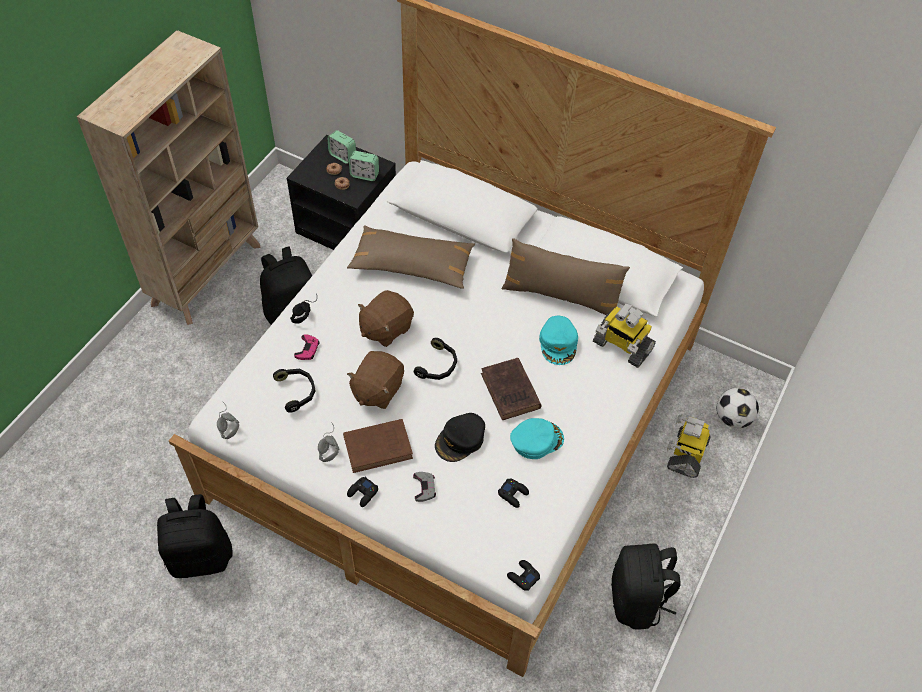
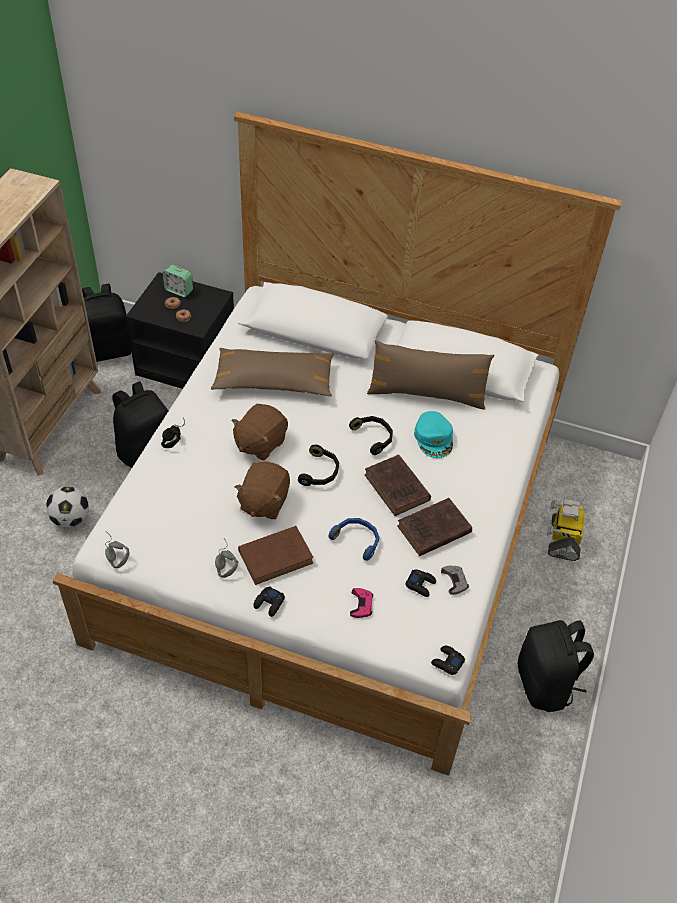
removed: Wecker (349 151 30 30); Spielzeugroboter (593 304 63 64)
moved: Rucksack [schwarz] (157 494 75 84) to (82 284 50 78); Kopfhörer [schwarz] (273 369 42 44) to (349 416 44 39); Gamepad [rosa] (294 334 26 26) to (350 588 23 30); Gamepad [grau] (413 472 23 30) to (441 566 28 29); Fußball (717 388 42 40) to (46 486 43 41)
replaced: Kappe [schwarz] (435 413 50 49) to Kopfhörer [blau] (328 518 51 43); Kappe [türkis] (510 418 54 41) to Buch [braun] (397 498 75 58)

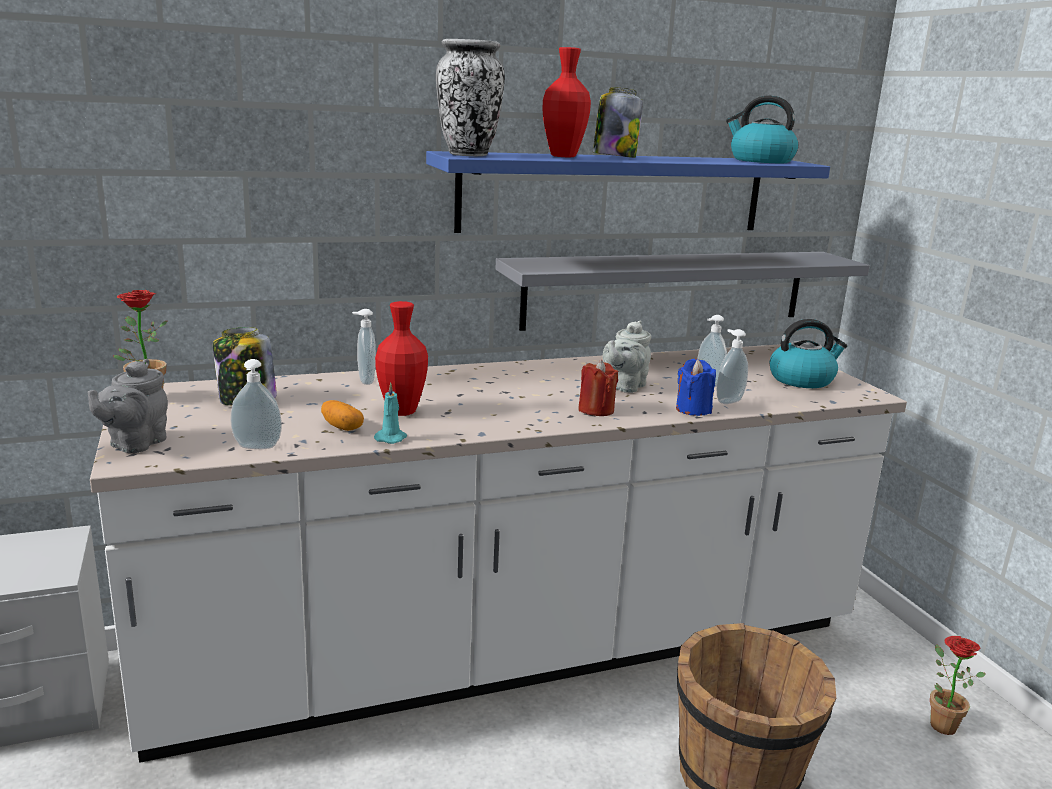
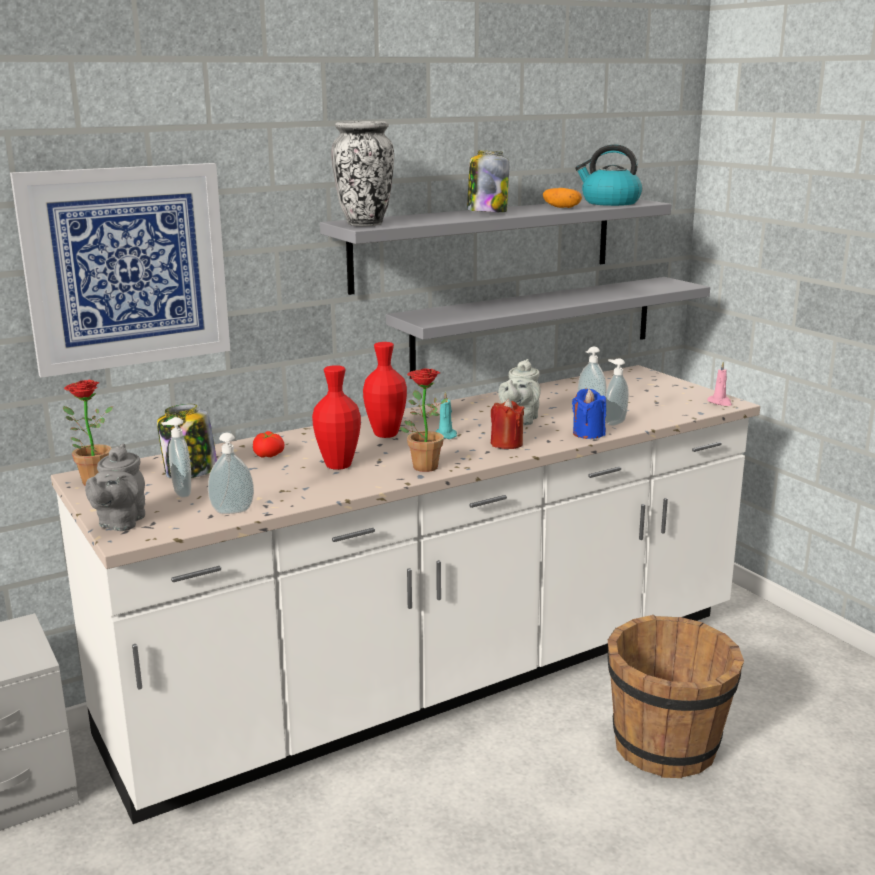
removed: Wasserkessel (770 319 77 69)
added: Bild (10 163 220 215); Tomate (253 431 32 27); Kerze [rosa] (707 362 25 44)
moved: Kartoffel (321 400 43 31) to (543 188 39 20); Seifenspender (352 309 24 76) to (161 417 30 81); Kerze [türkis] (374 383 33 61) to (436 391 21 48); Vase [rot] (542 47 49 110) to (363 342 44 96); Topfpflanze (930 636 56 99) to (400 369 48 103)
recoloured: Wandregal [blau] (426 151 404 82) to Wandregal [grau] (320 199 351 96)

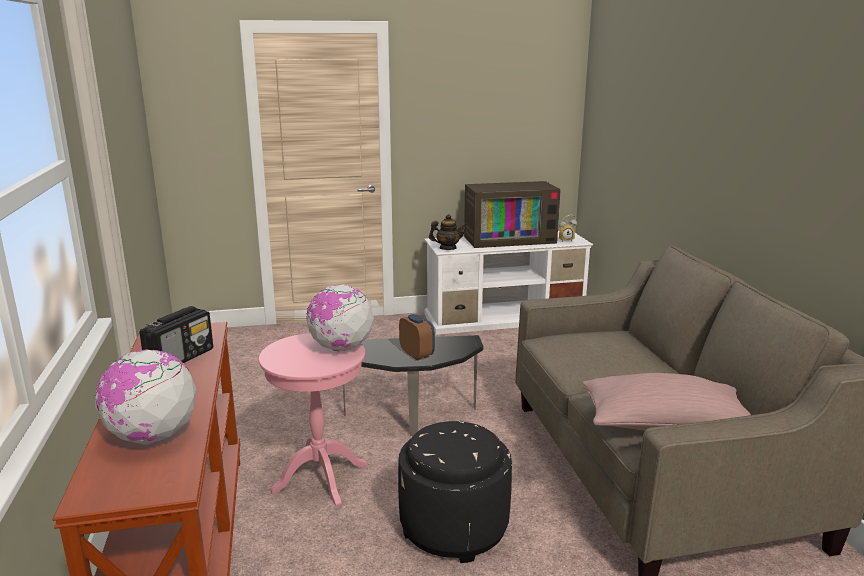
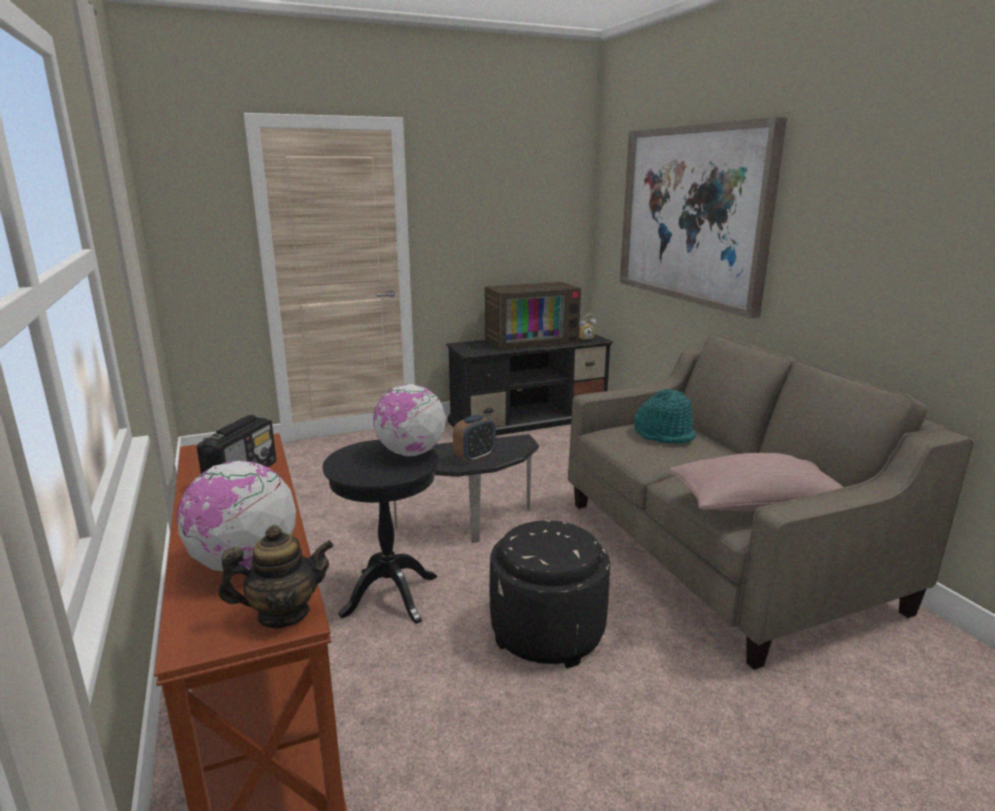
added: Bild (620 117 167 201); Hut [türkis] (634 389 62 55)
moved: Teekanne (429 214 38 36) to (218 525 116 104)
recoloured: Beistelltisch [rosa] (259 333 109 173) to Beistelltisch [schwarz] (322 439 117 185); Fernsehschrank [weiß] (424 231 169 104) to Fernsehschrank [schwarz] (446 331 167 105)
turned: Wecker (399 314 36 46) = (453 414 43 49) 90 degrees clockwise

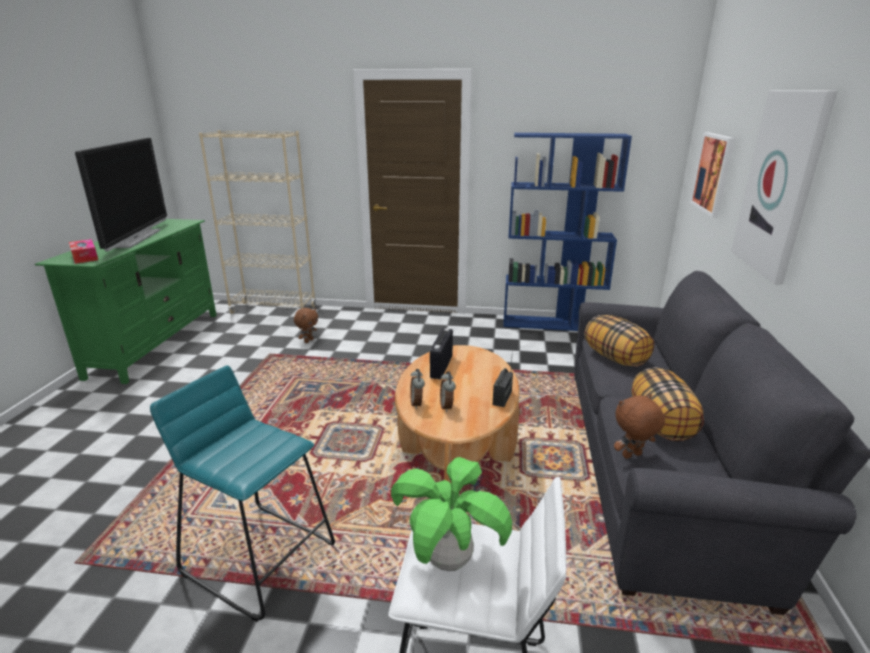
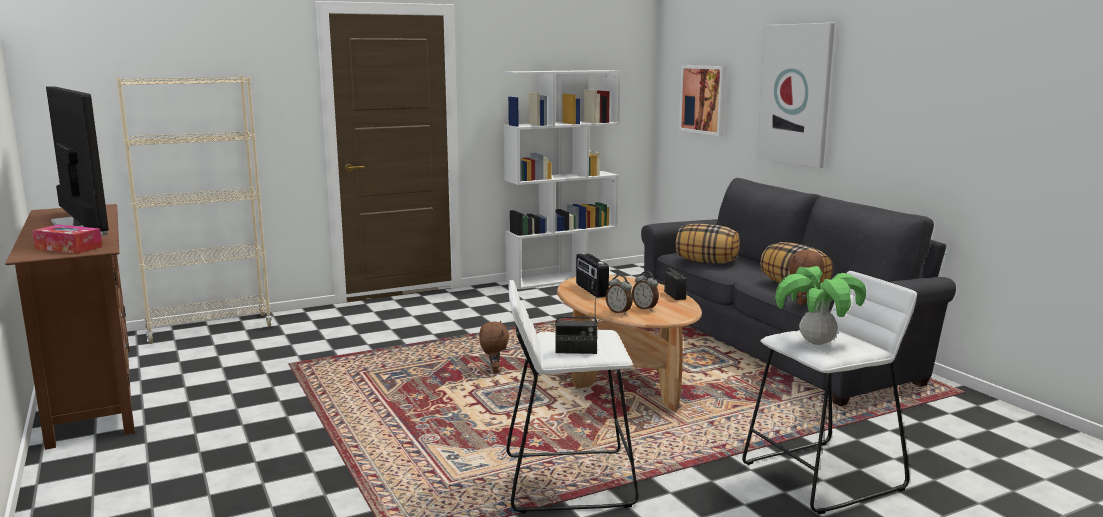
added: Radio (555 293 43 61)
moved: Plüschtier [braun] (294 308 24 35) to (479 321 30 53)
recoloured: Fernsehschrank [grün] (35 219 182 165) to Fernsehschrank [braun] (5 204 130 246); Hocker [türkis] (150 366 185 256) to Hocker [weiß] (506 280 133 233); Bücherregal [blau] (503 133 129 198) to Bücherregal [weiß] (503 70 118 220)

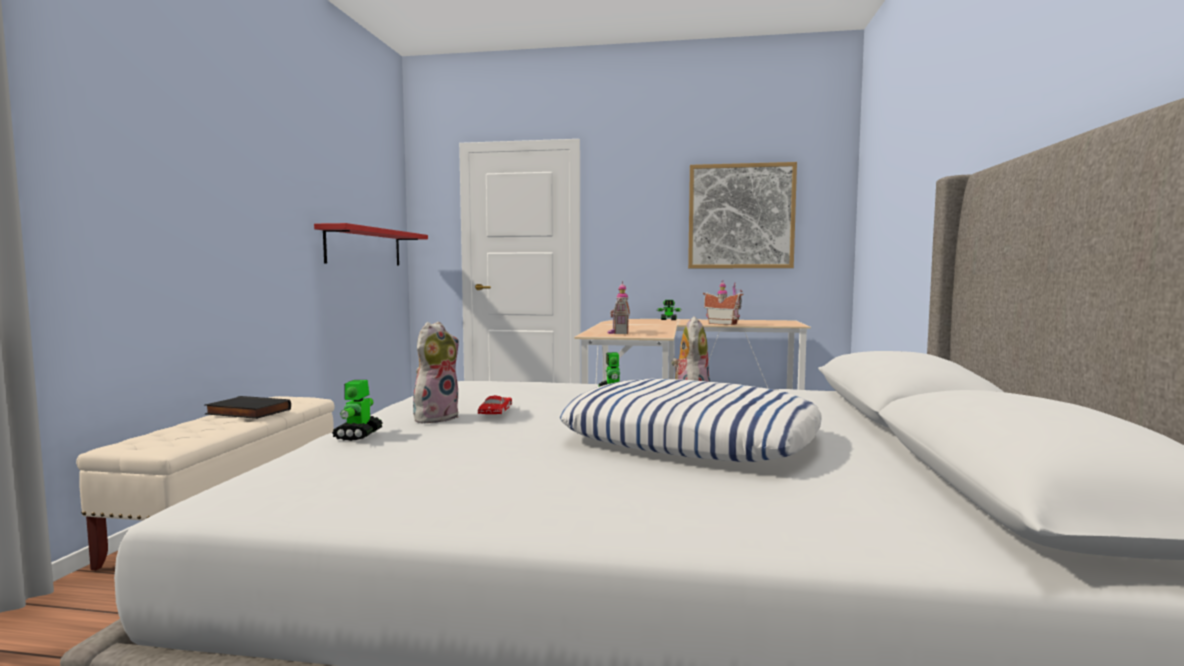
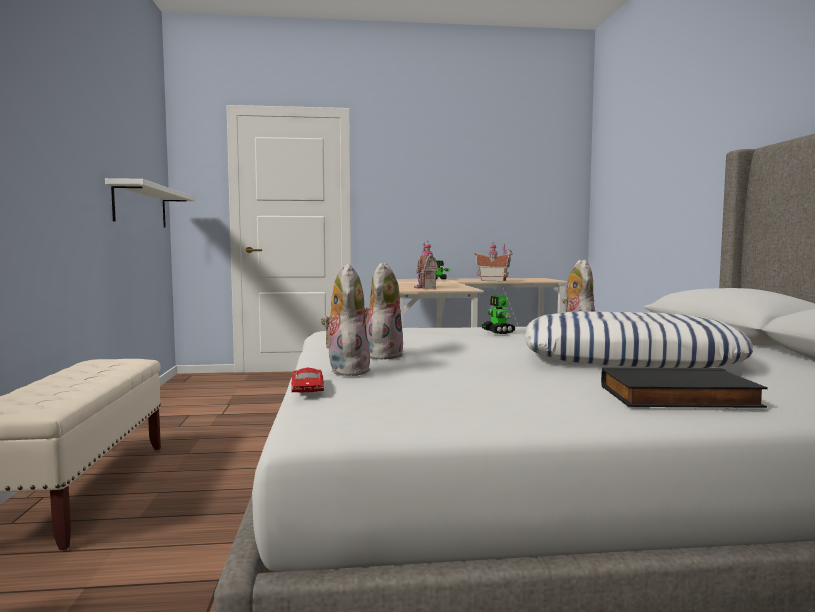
removed: Bild (688 162 109 106)
moved: Buch [schwarz] (205 396 86 23) to (601 368 167 40); Spielzeugauto [rot] (478 395 34 19) to (291 367 33 26)
replaced: Spielzeugroboter (332 380 51 61) to Plüschtier (321 263 50 113)
recoloured: Wandregal [rot] (314 223 114 42) to Wandregal [weiß] (105 178 90 50)

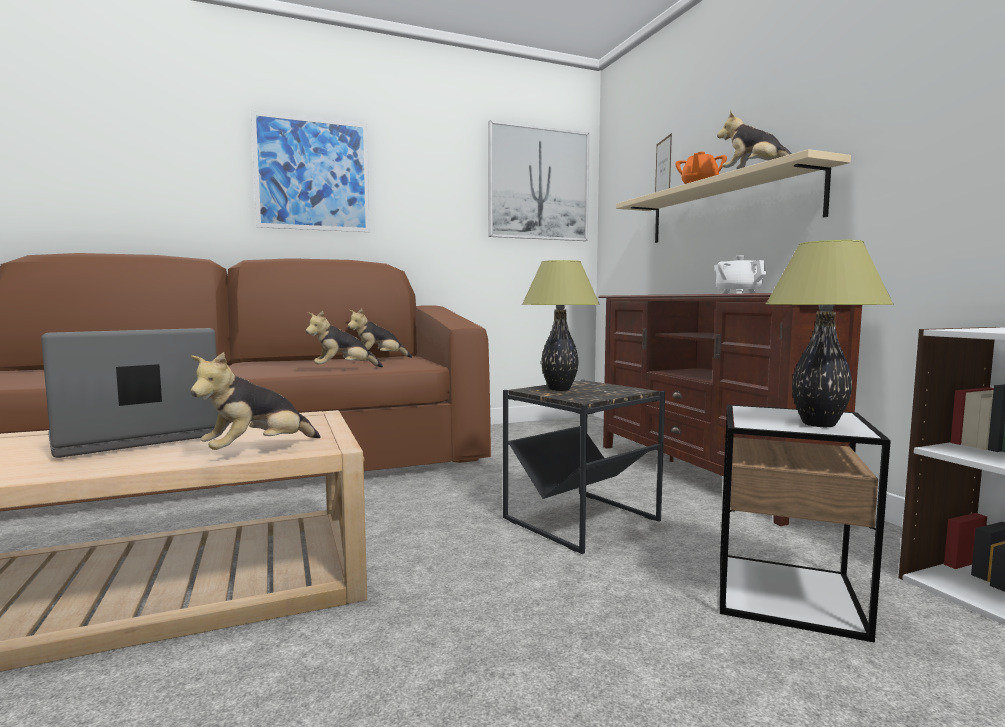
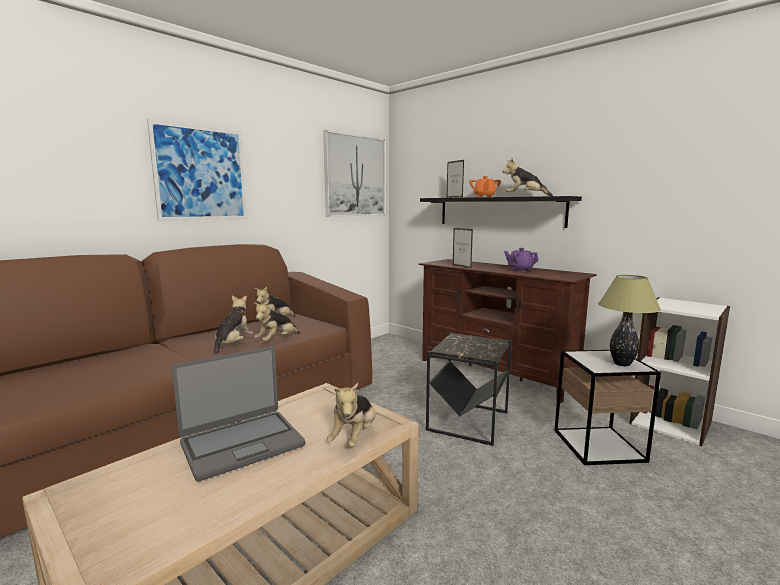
removed: Tischlampe (522 260 78 131)
added: Plüschtier (214 296 40 59); Bilderrahmen (453 228 20 40)
recoloured: Wandregal [beige] (616 149 235 94) to Wandregal [schwarz] (420 196 162 32); Teekanne [weiß] (714 256 52 38) to Teekanne [lila] (504 248 35 23)
turned: Laptop (41 328 177 130) = (172 346 133 135) 150 degrees counterclockwise

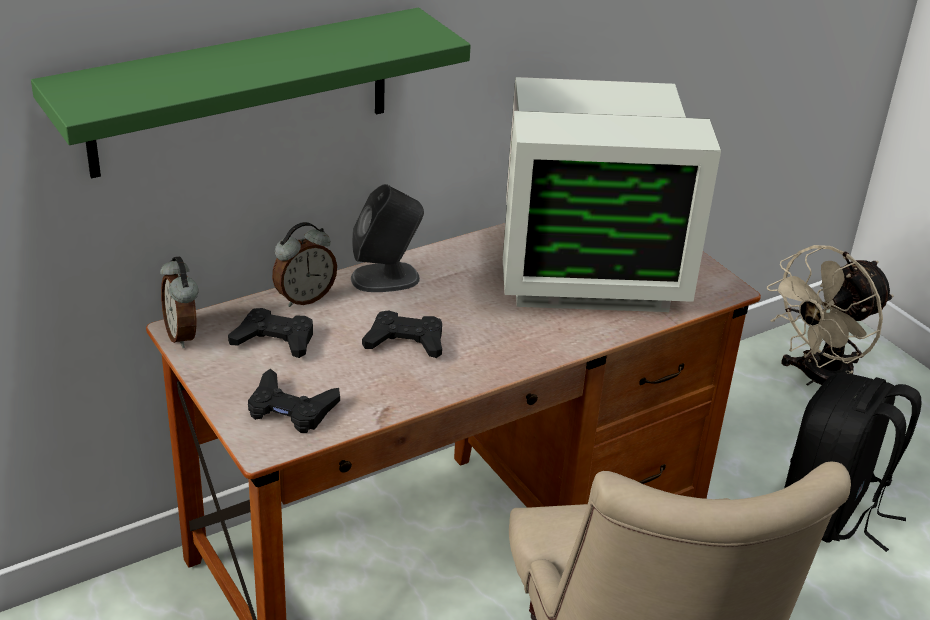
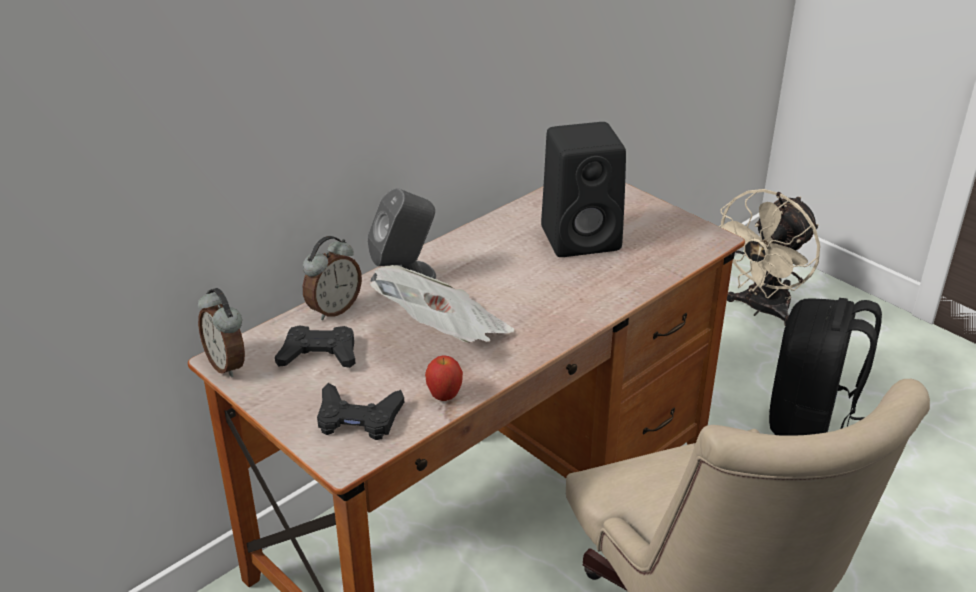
removed: Wandregal [grün] (31 8 440 171)
added: Apfel (425 355 38 46)
replaced: Gamepad [schwarz] (362 310 80 48) to Zeitung (369 265 145 78); Monitor (503 77 218 235) to Lautsprecher [schwarz] (541 122 85 135)

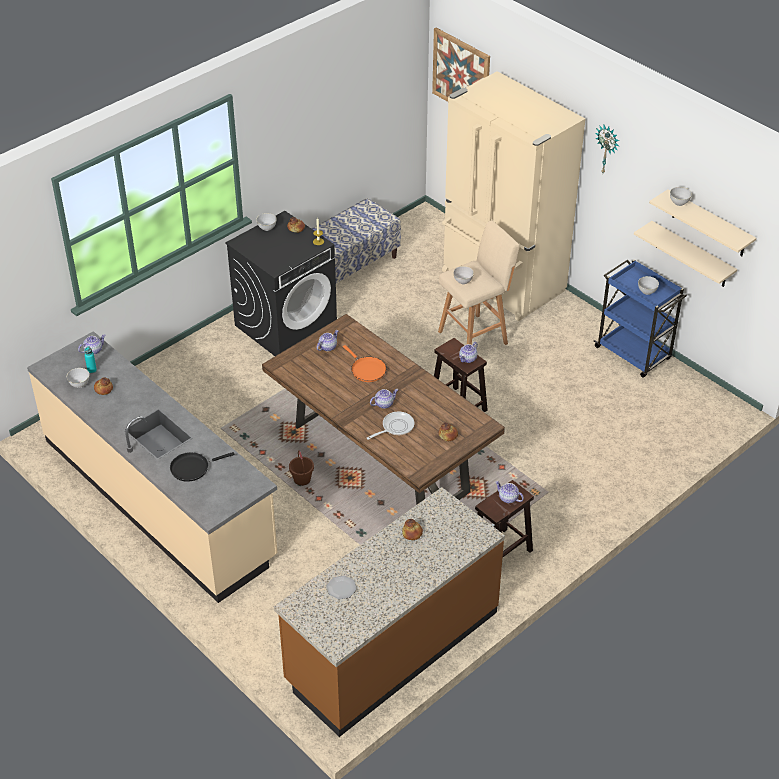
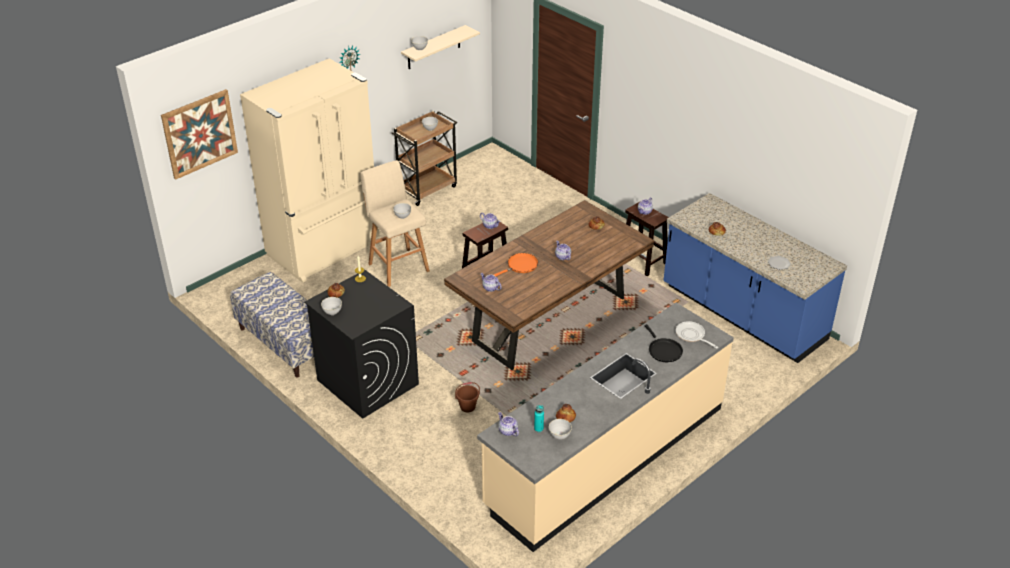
removed: Wandregal [beige] (634 221 103 66)
moved: Eimer [braun] (289 450 25 36) to (455 382 25 30); Pfanne (367 412 47 28) to (676 321 42 28)
recoloured: Küchenzeile [braun] (274 487 231 250) to Küchenzeile [blau] (663 193 184 170); Rollwagen [blau] (594 259 93 119) to Rollwagen [braun] (391 111 66 95)

